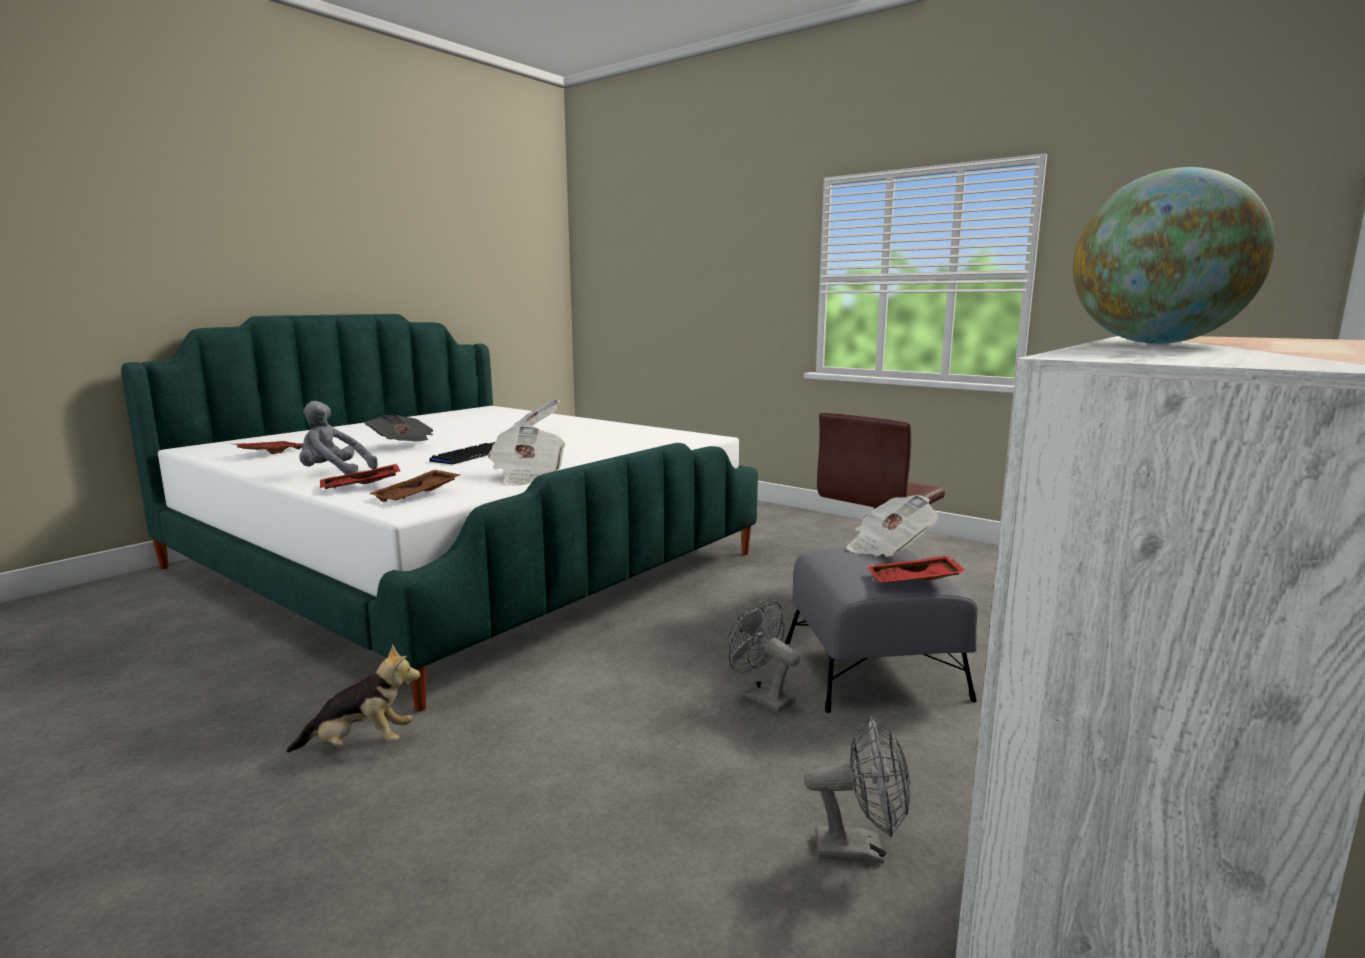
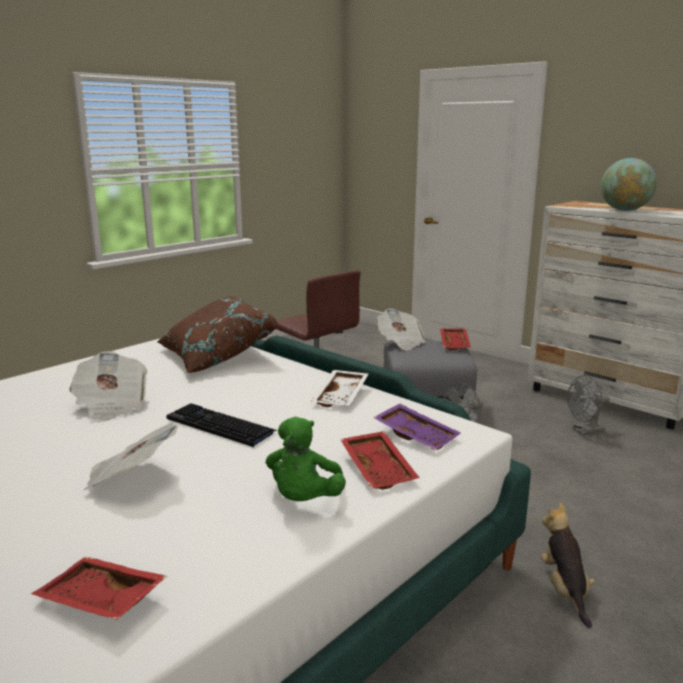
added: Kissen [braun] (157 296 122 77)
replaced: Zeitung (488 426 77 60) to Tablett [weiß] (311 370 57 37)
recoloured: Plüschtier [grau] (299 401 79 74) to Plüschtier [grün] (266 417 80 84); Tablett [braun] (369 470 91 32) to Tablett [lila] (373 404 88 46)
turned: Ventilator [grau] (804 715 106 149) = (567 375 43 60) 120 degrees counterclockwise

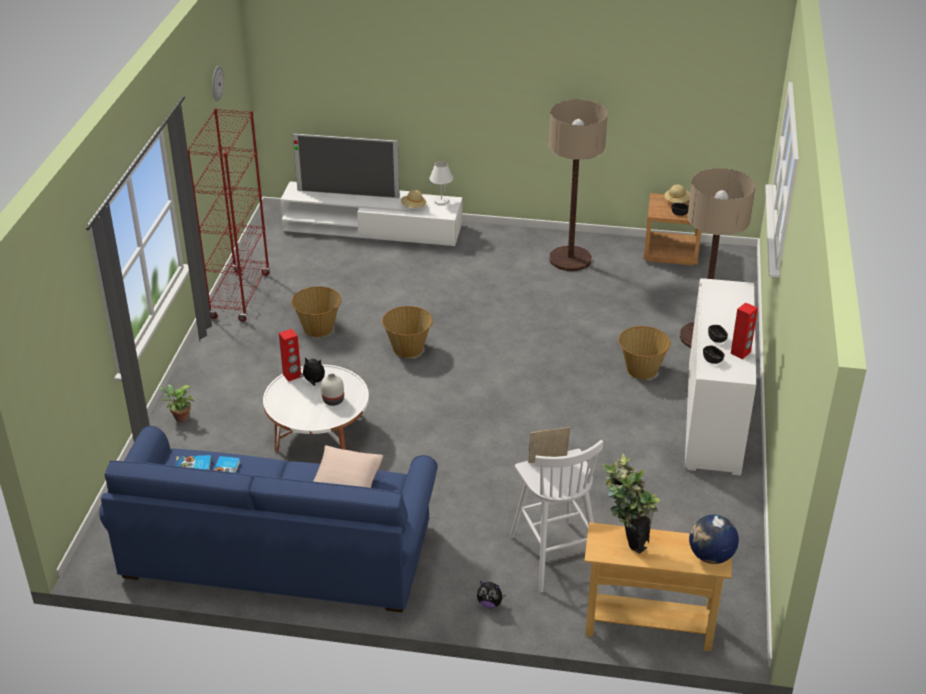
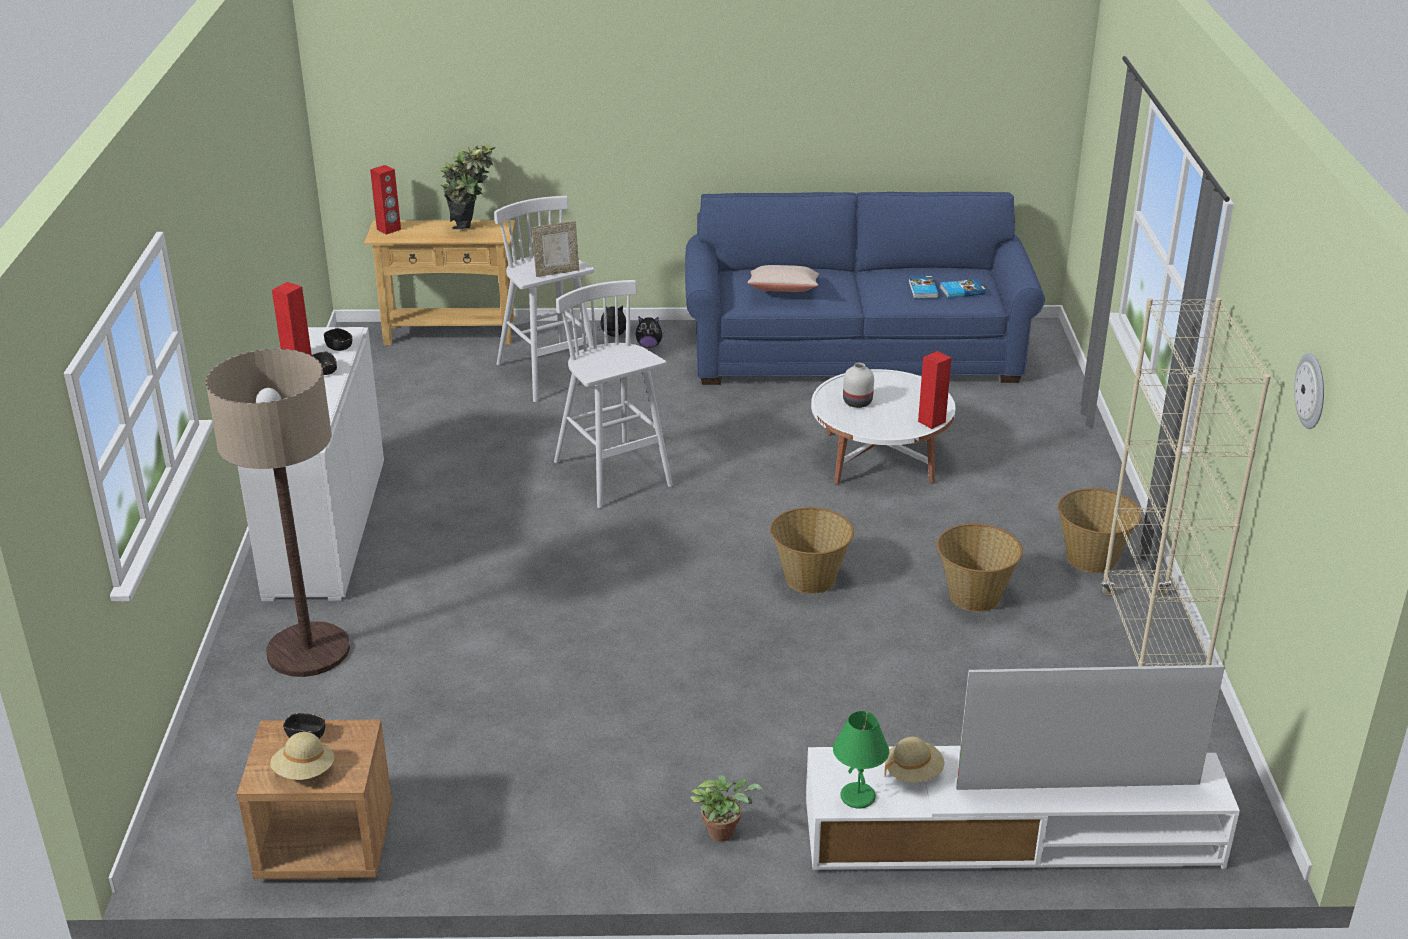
removed: Stehlampe (549 99 59 172)
added: Hocker [weiß] (554 280 119 229)
moved: Topfpflanze (159 384 35 38) to (690 775 73 67); Plüschtier (299 357 26 29) to (635 316 30 32); Korb (618 326 53 53) to (1058 488 84 85)
replaced: Globus (689 515 50 49) to Lautsprecher [rot] (370 165 31 70)
recoloured: Bücherregal [rot] (188 108 82 214) to Bücherregal [beige] (1101 297 170 369); Tischlampe [weiß] (429 161 24 44) to Tischlampe [grün] (833 711 56 98)

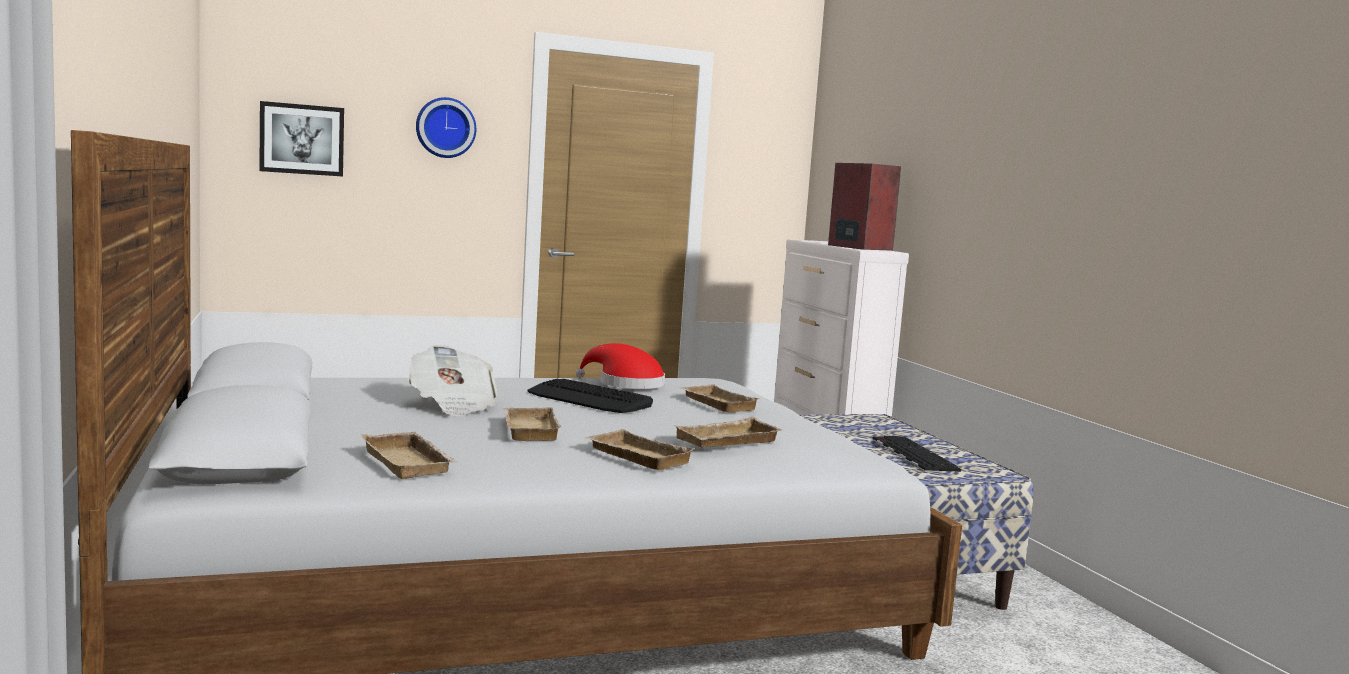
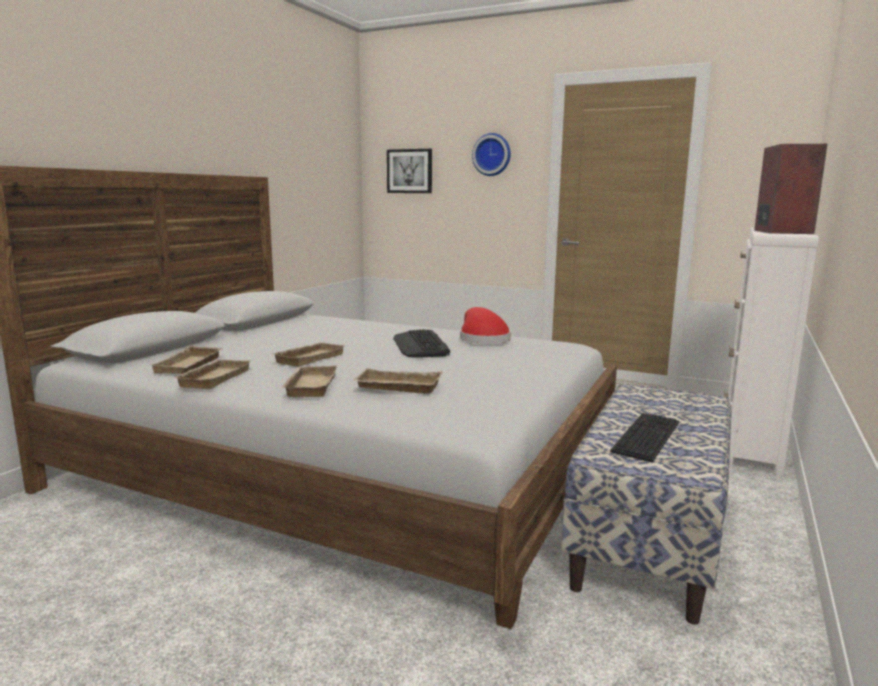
removed: Zeitung (408 345 90 71)
moved: Tablett [beige] (681 384 80 28) to (172 360 79 29)

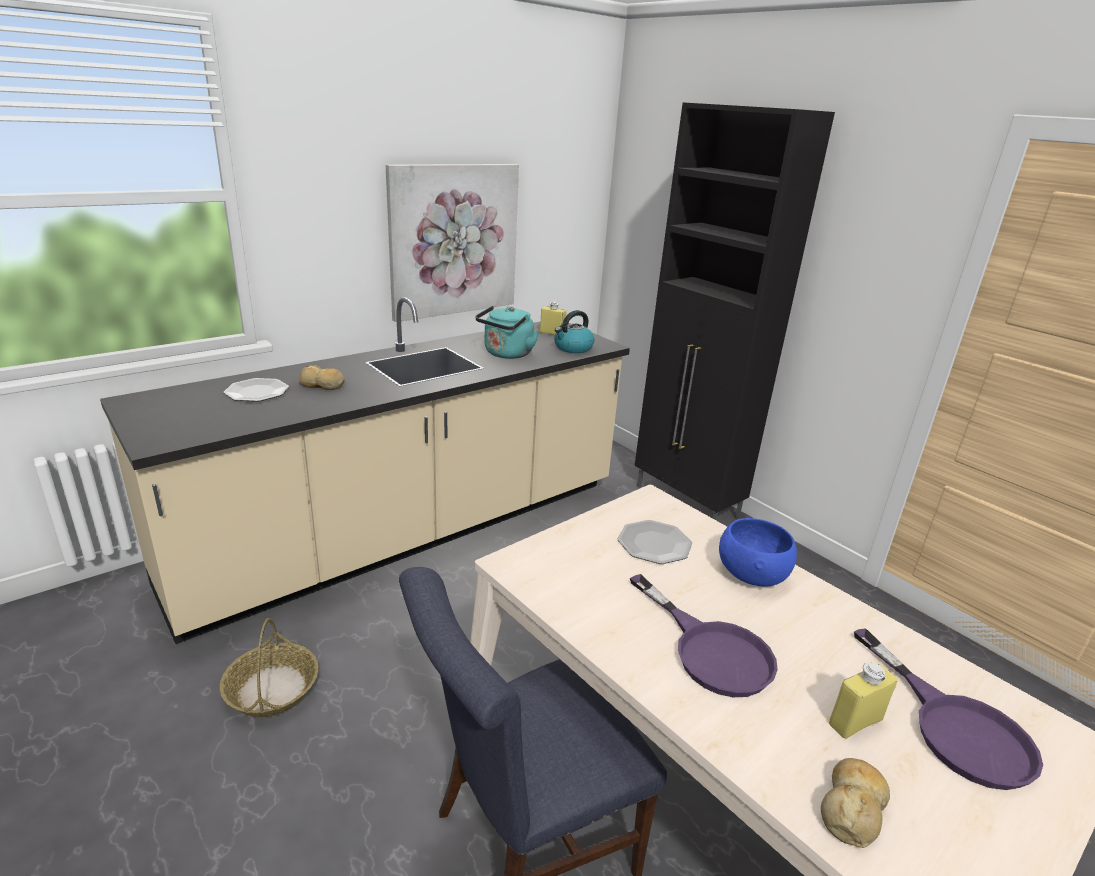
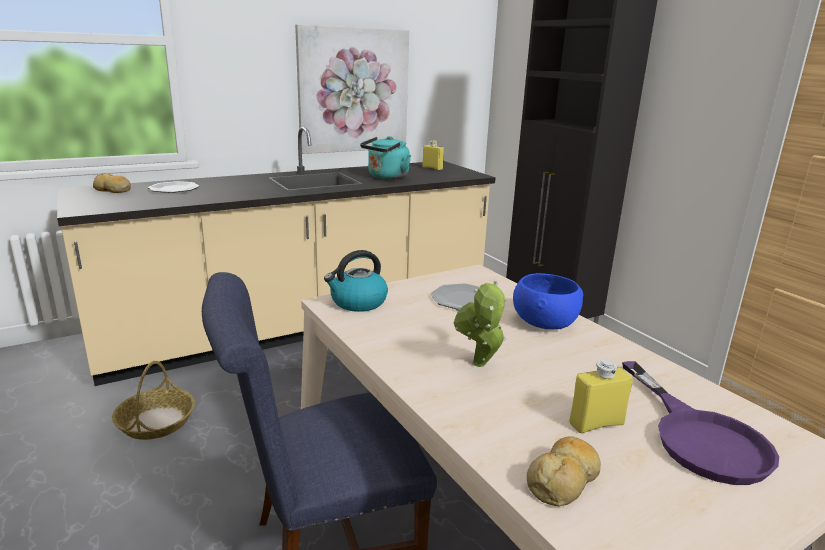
moved: Brot (298 365 47 25) to (93 174 38 19); Wasserkessel (554 310 40 43) to (324 250 64 62)
replaced: Pfanne [lila] (630 574 148 123) to Topfpflanze (454 281 53 86)

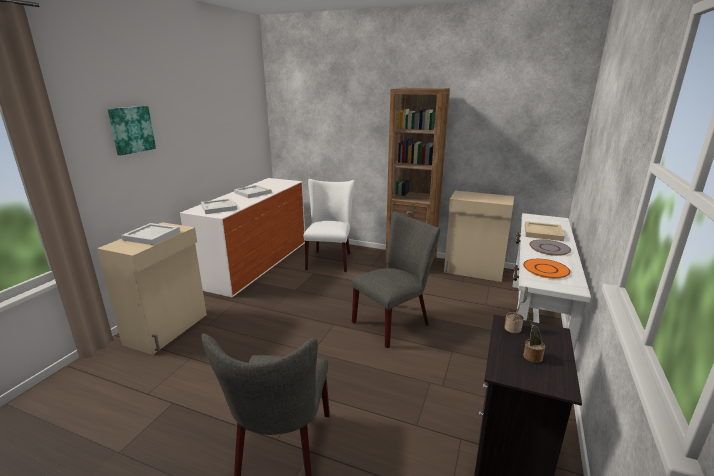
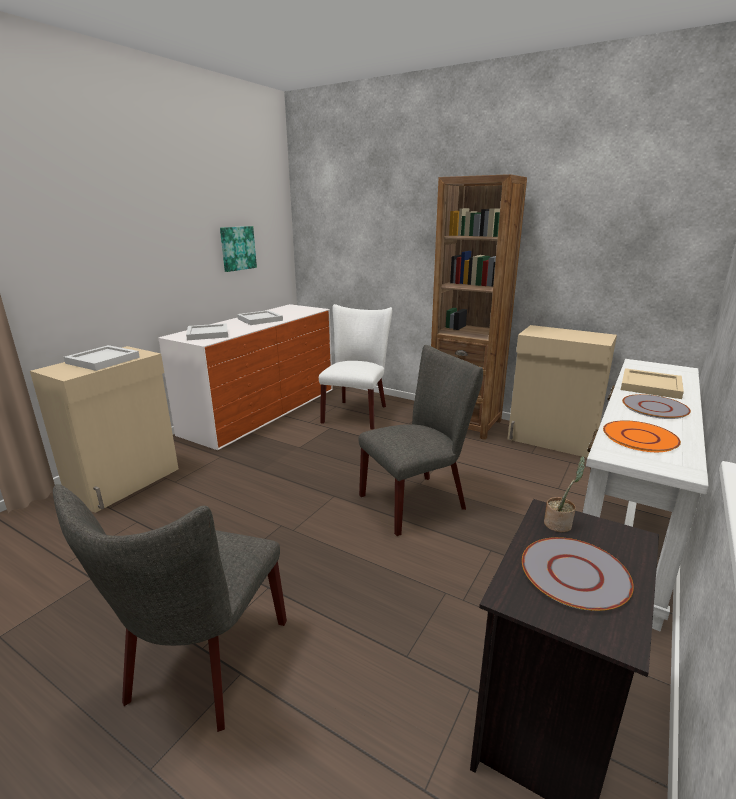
moved: Bild (108 106 48 49) to (220 226 37 46)
replaced: Topfpflanze (523 312 22 51) to Teller [grau] (522 537 112 74)

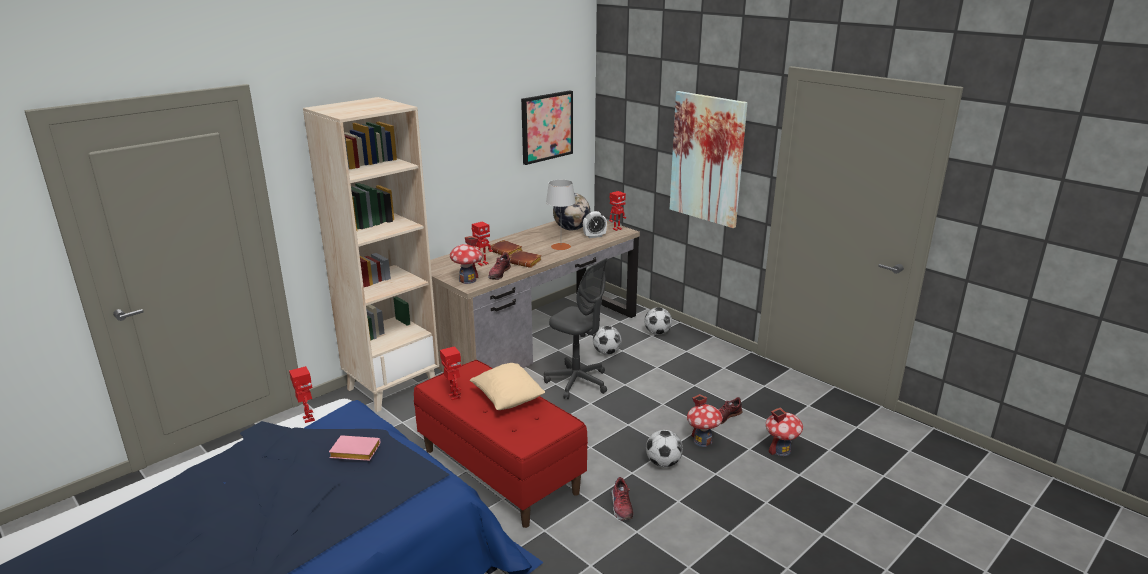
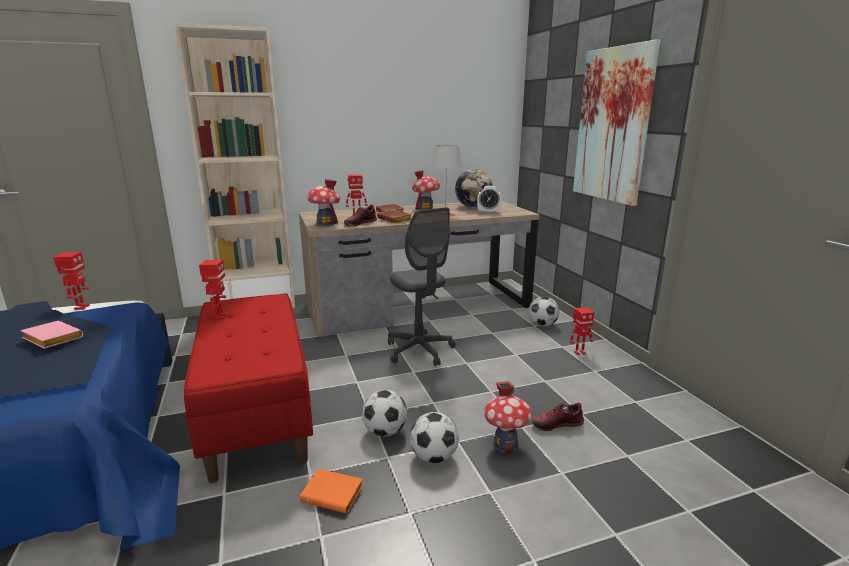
removed: Kissen [beige] (469 363 76 47); Bild (521 91 52 74)
moved: Fußball (593 326 29 29) to (362 390 45 47); Spielzeugroboter (609 191 17 40) to (570 307 24 49); Spielzeughaus (766 408 37 48) to (412 170 28 40)
replaced: Schuh (611 477 22 44) to Buch [orange] (300 469 63 45)

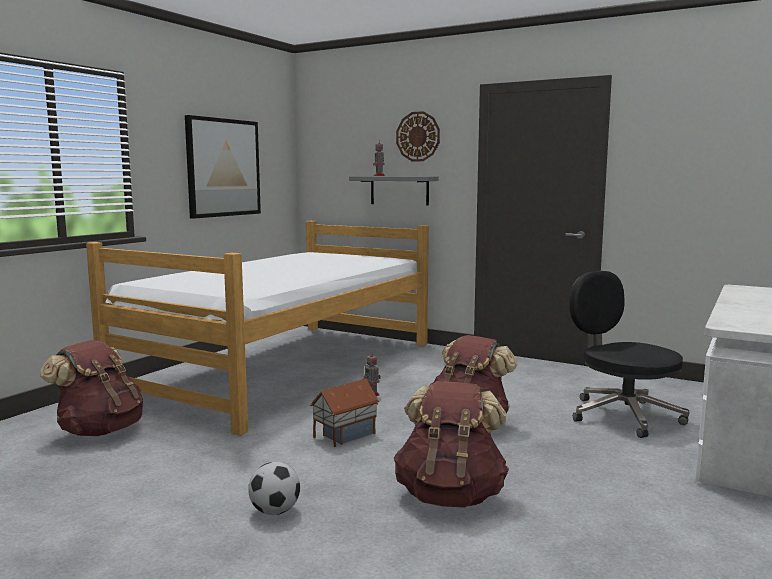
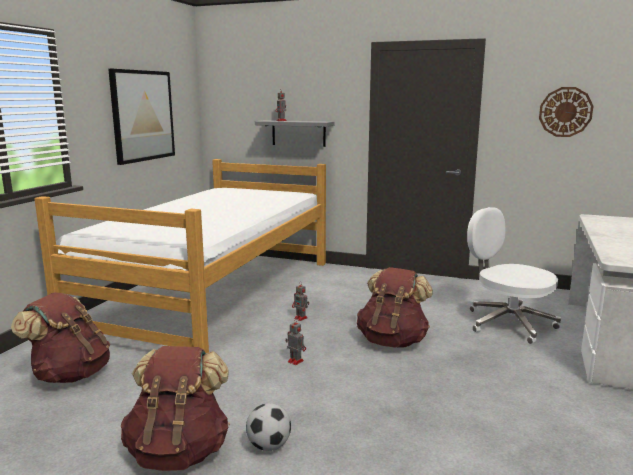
moved: Rucksack [braun] (394 381 115 127) to (121 346 109 125); Wanduhr (396 111 44 50) to (539 87 54 50)
replaced: Spielzeughaus (310 379 70 68) to Spielzeugroboter (285 319 21 46)
recoloured: Bürostuhl [schwarz] (569 271 120 167) to Bürostuhl [weiß] (467 207 94 137)

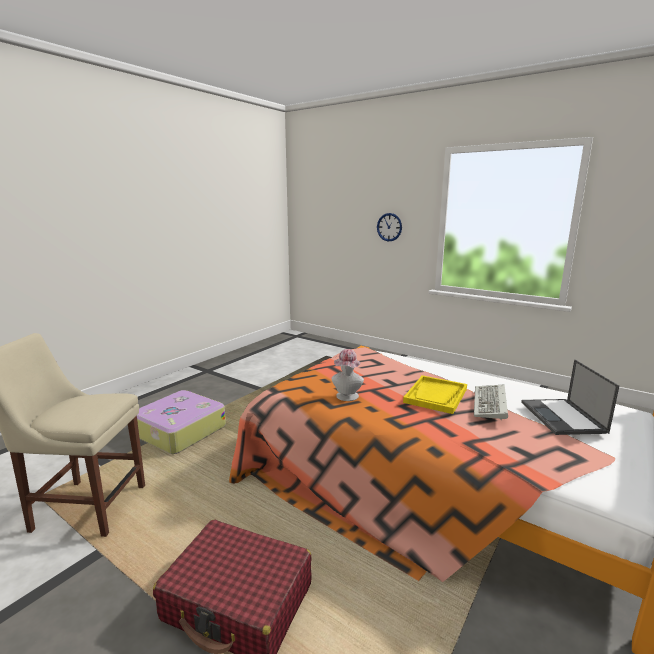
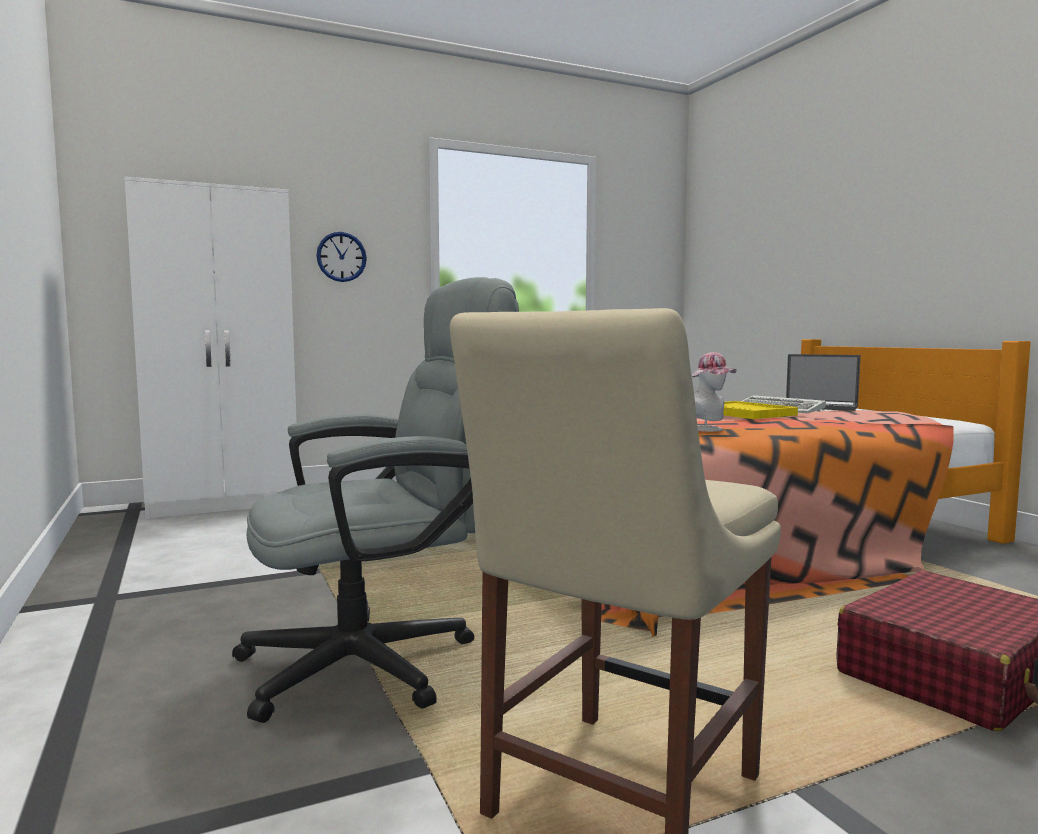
added: Kleiderschrank [weiß] (125 177 173 342)
replaced: Koffer (137 390 89 64) to Bürostuhl [grau] (232 277 287 446)

